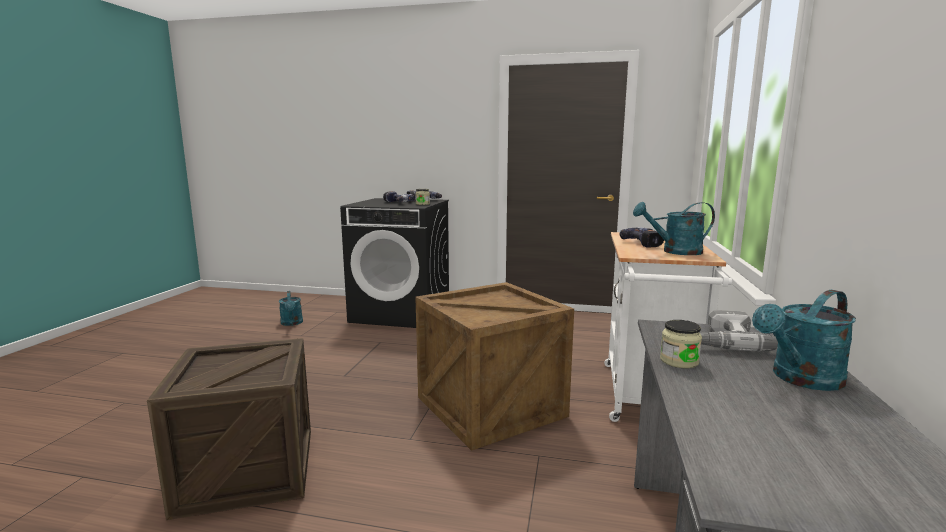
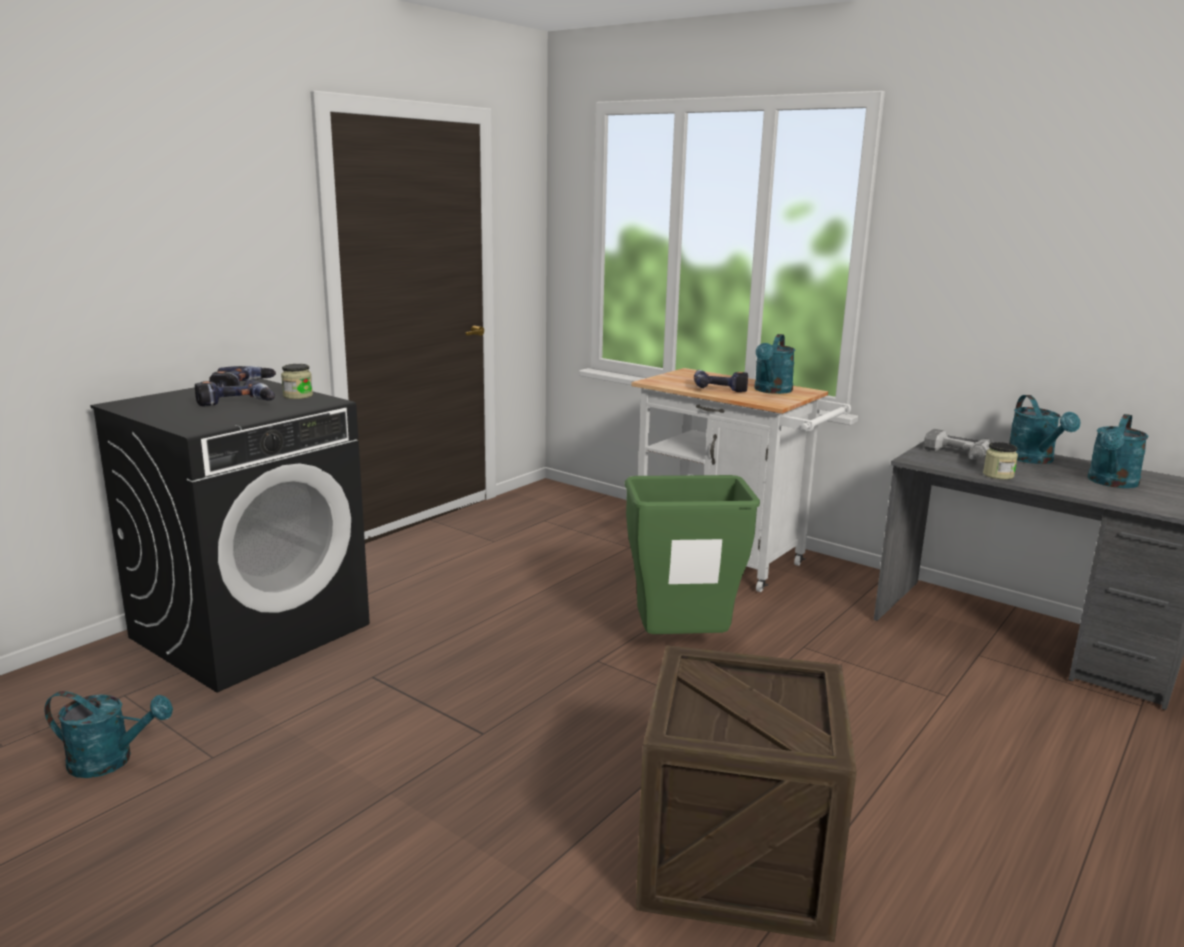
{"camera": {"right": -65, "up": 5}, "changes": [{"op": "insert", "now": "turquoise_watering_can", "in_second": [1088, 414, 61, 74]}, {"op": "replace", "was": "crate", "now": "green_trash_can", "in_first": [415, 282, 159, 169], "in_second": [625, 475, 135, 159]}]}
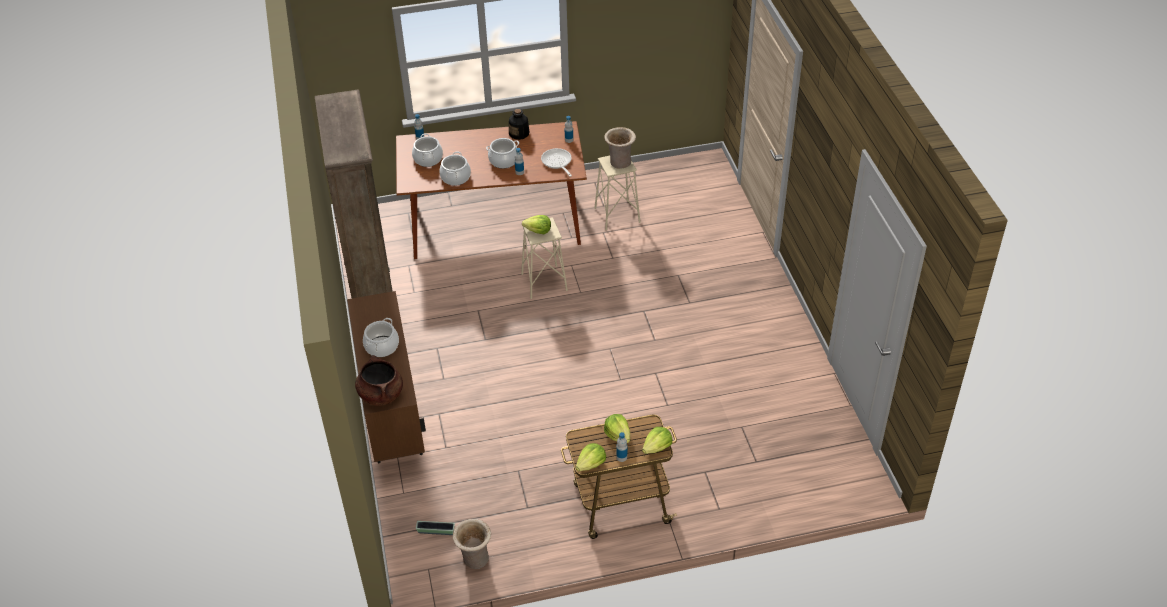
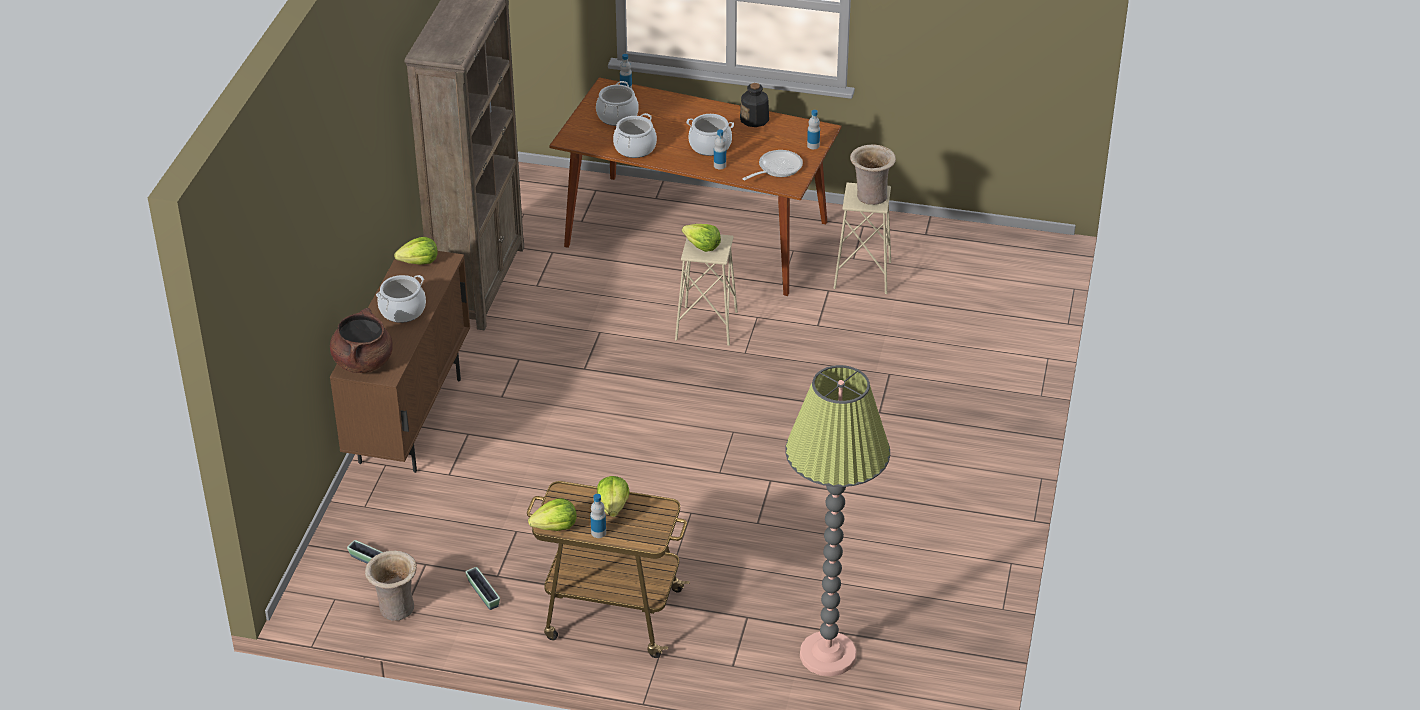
{"camera": {"right": 25, "up": -5}, "changes": [{"op": "insert", "now": "planter", "in_second": [465, 567, 35, 43]}, {"op": "insert", "now": "floor_lamp", "in_second": [785, 365, 105, 311]}, {"op": "move", "was": "lettuce", "in_first": [642, 427, 31, 27], "in_second": [394, 237, 44, 28]}, {"op": "rotate", "was": "frying_pan", "in_first": [541, 148, 31, 29], "in_second": [742, 150, 61, 31], "clockwise": 45}]}
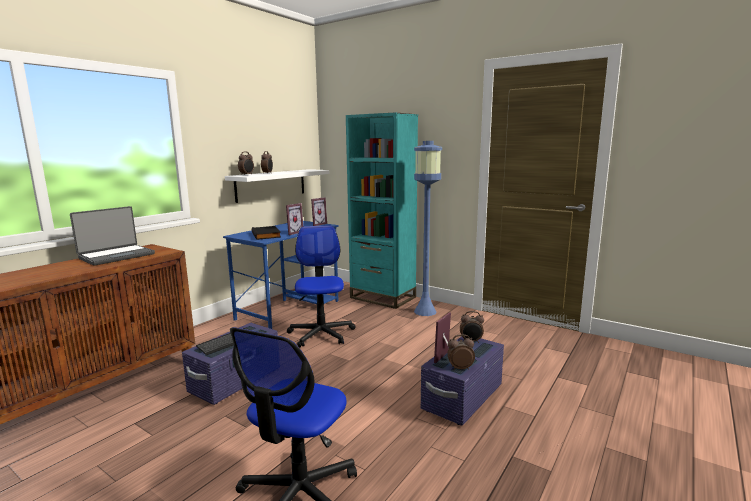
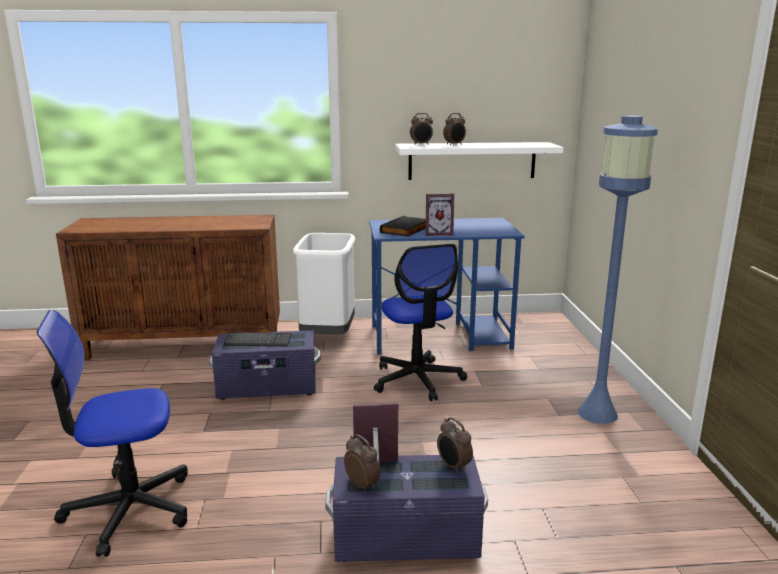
{"camera": {"right": 50, "up": 5}, "changes": [{"op": "delete", "was": "laptop", "in_first": [70, 206, 85, 60]}, {"op": "delete", "was": "picture_frame", "in_first": [311, 197, 16, 29]}, {"op": "delete", "was": "turquoise_bookcase", "in_first": [346, 112, 72, 197]}, {"op": "insert", "now": "white_trash_can", "in_second": [293, 233, 62, 102]}, {"op": "rotate", "was": "office_chair", "in_first": [287, 225, 69, 123], "in_second": [374, 244, 93, 157], "clockwise": 120}]}
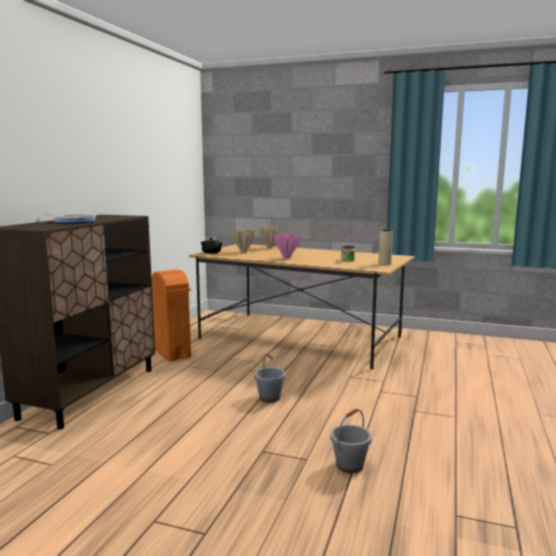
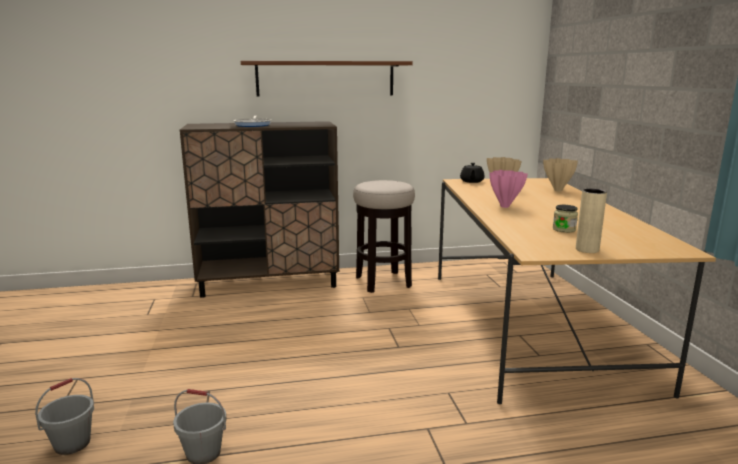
{"camera": {"right": 60, "up": 5}, "changes": [{"op": "insert", "now": "brown_shelf", "in_second": [241, 61, 172, 36]}, {"op": "move", "was": "grey_bucket", "in_first": [254, 353, 31, 49], "in_second": [35, 378, 59, 77]}, {"op": "replace", "was": "orange_trash_can", "now": "stool", "in_first": [152, 269, 39, 93], "in_second": [353, 180, 62, 113]}]}
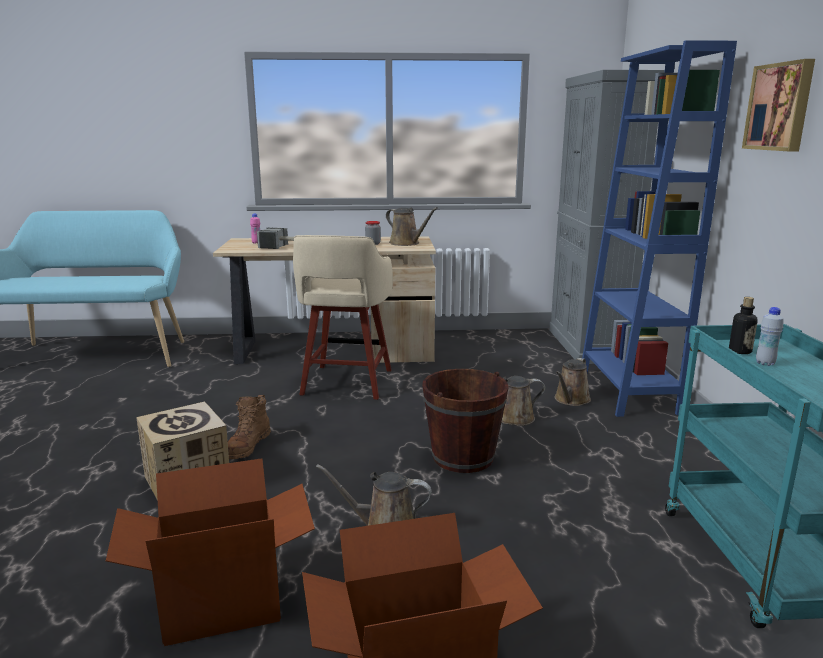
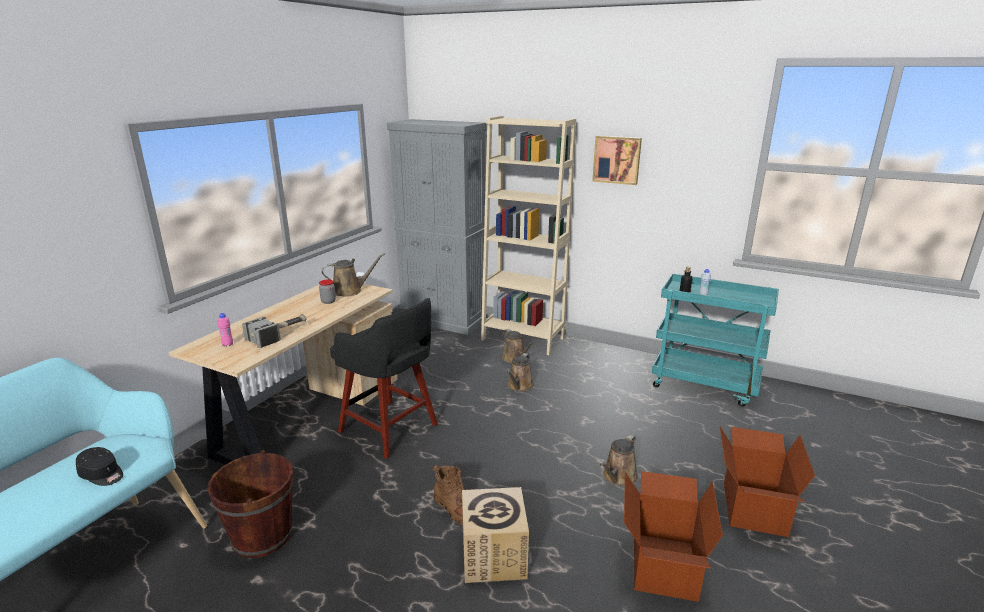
{"camera": {"right": -60, "up": 5}, "changes": [{"op": "insert", "now": "black_cap", "in_second": [76, 447, 47, 39]}, {"op": "move", "was": "brown_bucket", "in_first": [422, 369, 87, 104], "in_second": [207, 450, 86, 108]}, {"op": "recolor", "was": "beige_stool", "now": "black_stool", "in_first": [293, 235, 100, 165], "in_second": [330, 298, 108, 161]}, {"op": "recolor", "was": "blue_bookcase", "now": "beige_bookcase", "in_first": [582, 40, 155, 377], "in_second": [481, 116, 95, 239]}]}
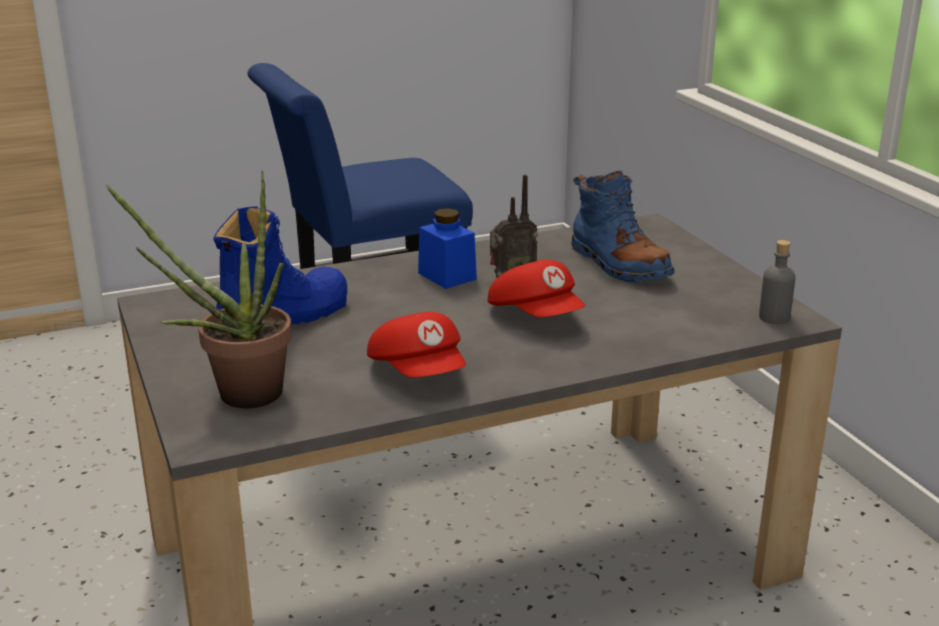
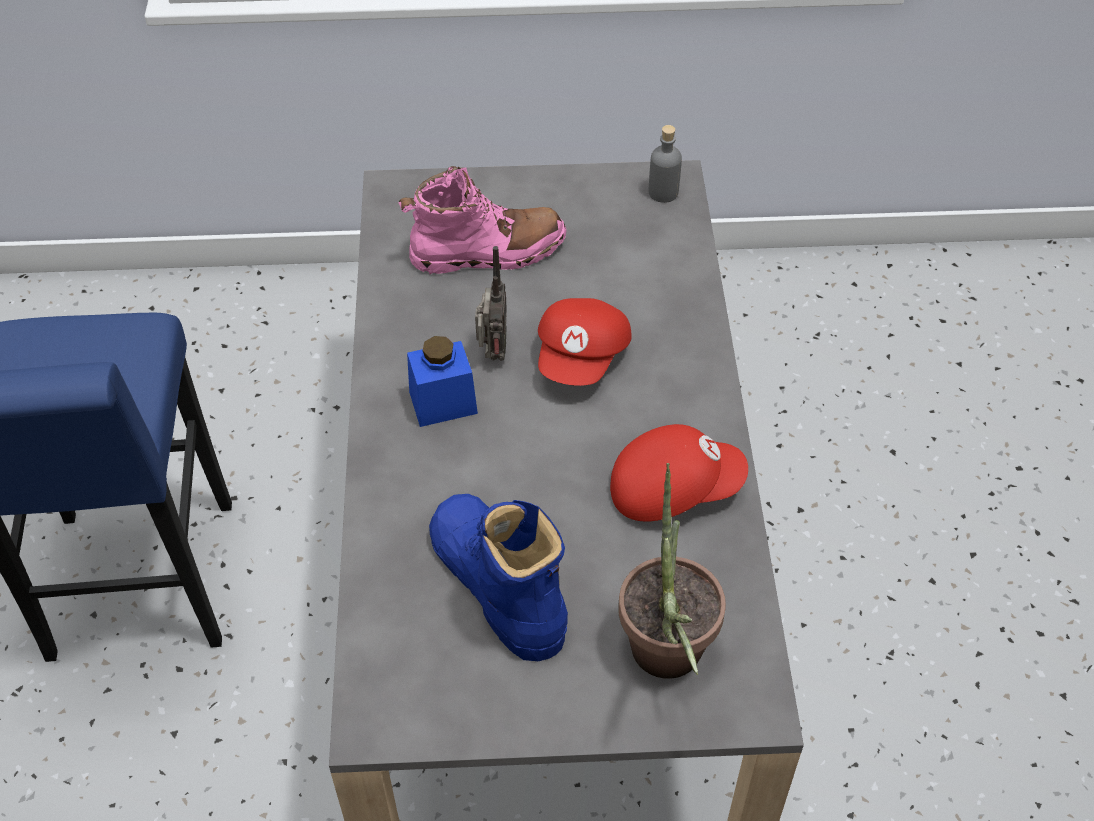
{"camera": {"right": -70, "up": 25}, "changes": [{"op": "recolor", "was": "blue_boot", "now": "pink_boot", "in_first": [571, 171, 104, 111], "in_second": [398, 166, 168, 108]}, {"op": "rotate", "was": "red_cap", "in_first": [488, 260, 97, 57], "in_second": [538, 298, 94, 88], "clockwise": 120}]}
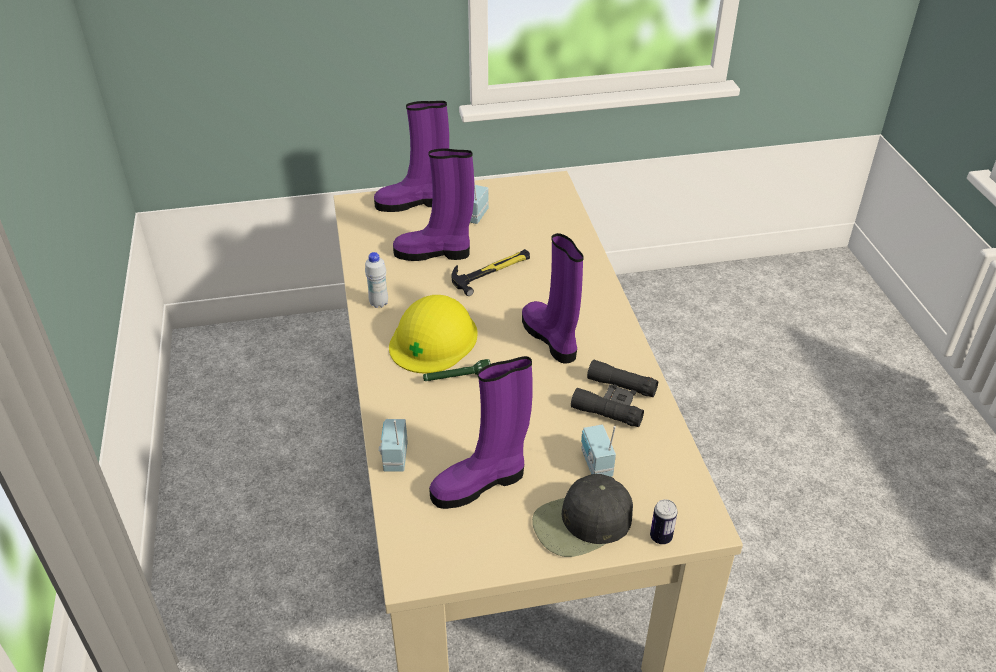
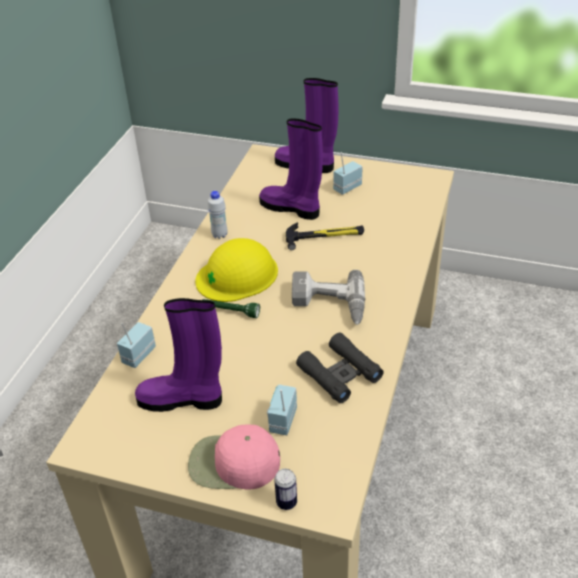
{"camera": {"right": 30, "up": 0}, "changes": [{"op": "replace", "was": "purple_boot", "now": "power_drill", "in_first": [522, 233, 62, 131], "in_second": [292, 270, 73, 55]}, {"op": "recolor", "was": "black_cap", "now": "pink_cap", "in_first": [532, 474, 101, 83], "in_second": [188, 425, 92, 65]}]}
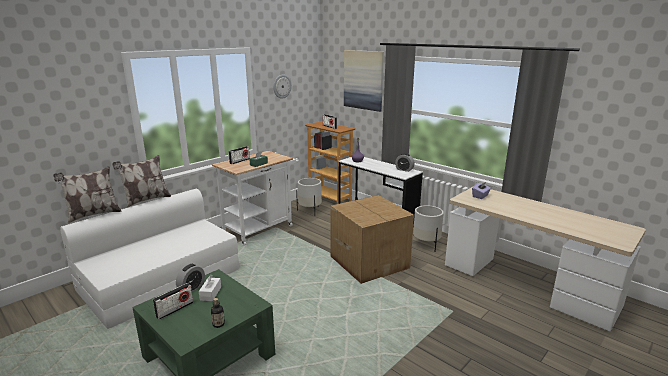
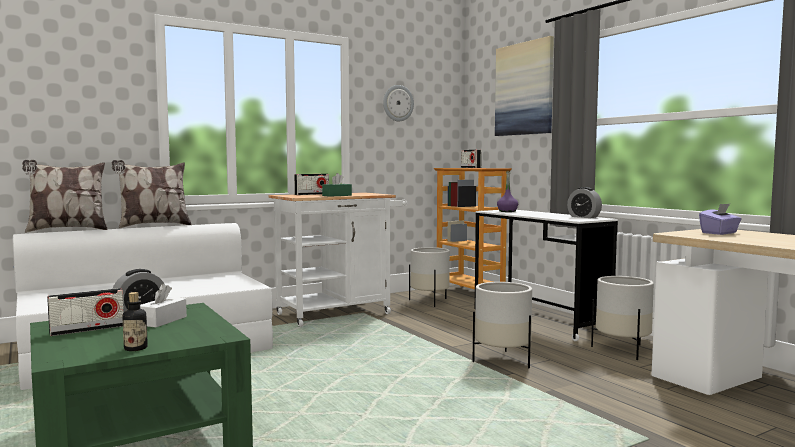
{"camera": {"right": 15, "up": -15}, "changes": [{"op": "replace", "was": "cardboard_box", "now": "white_planter", "in_first": [330, 195, 84, 89], "in_second": [473, 282, 59, 86]}]}
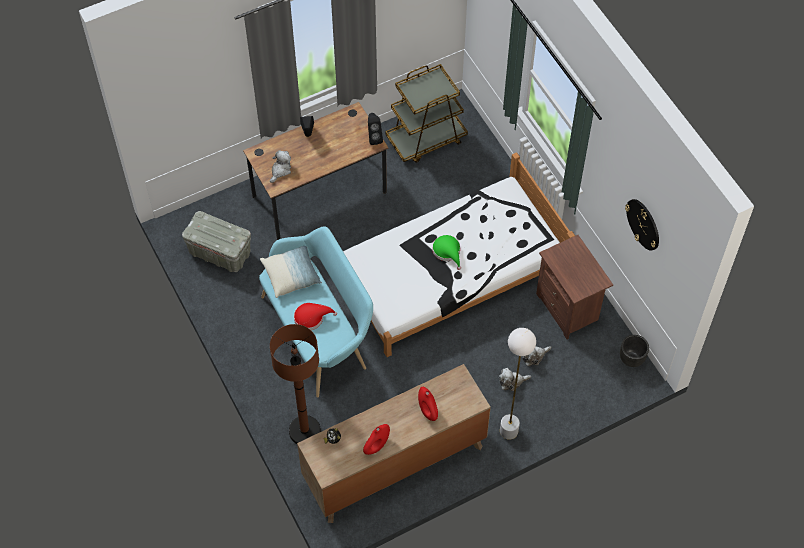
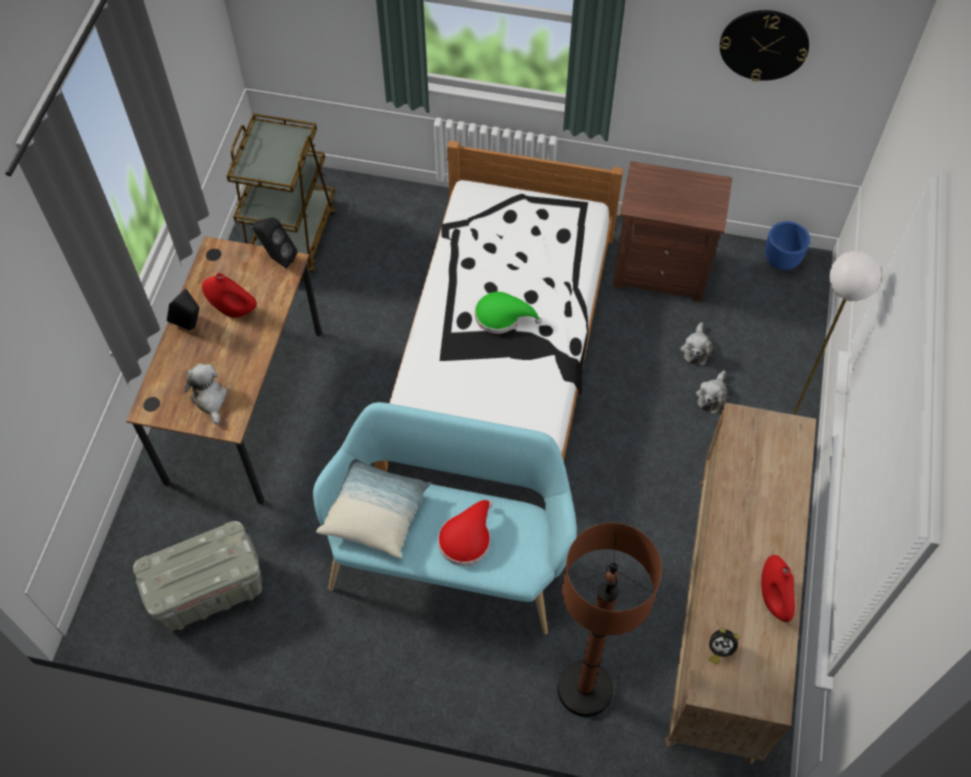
{"camera": {"right": -50, "up": 0}, "changes": [{"op": "move", "was": "red_vase", "in_first": [418, 387, 20, 34], "in_second": [202, 273, 55, 45]}, {"op": "recolor", "was": "black_planter", "now": "blue_planter", "in_first": [620, 335, 29, 32], "in_second": [765, 221, 45, 49]}]}
